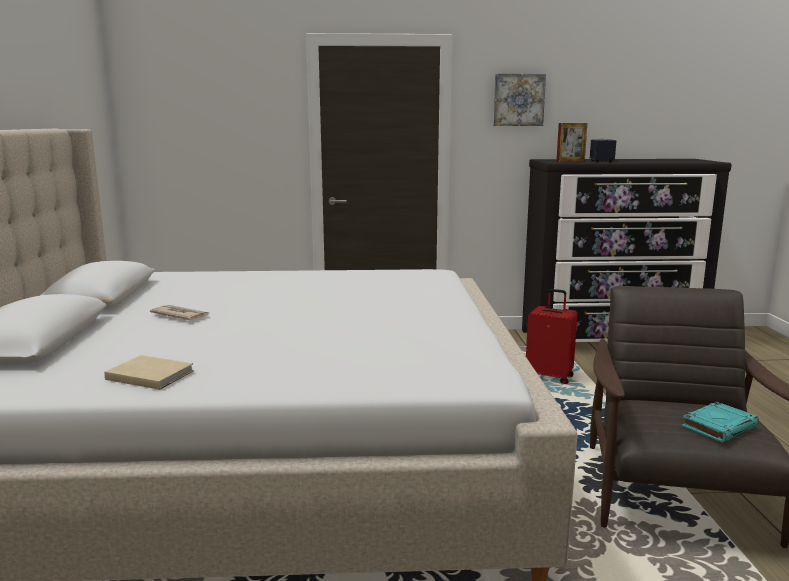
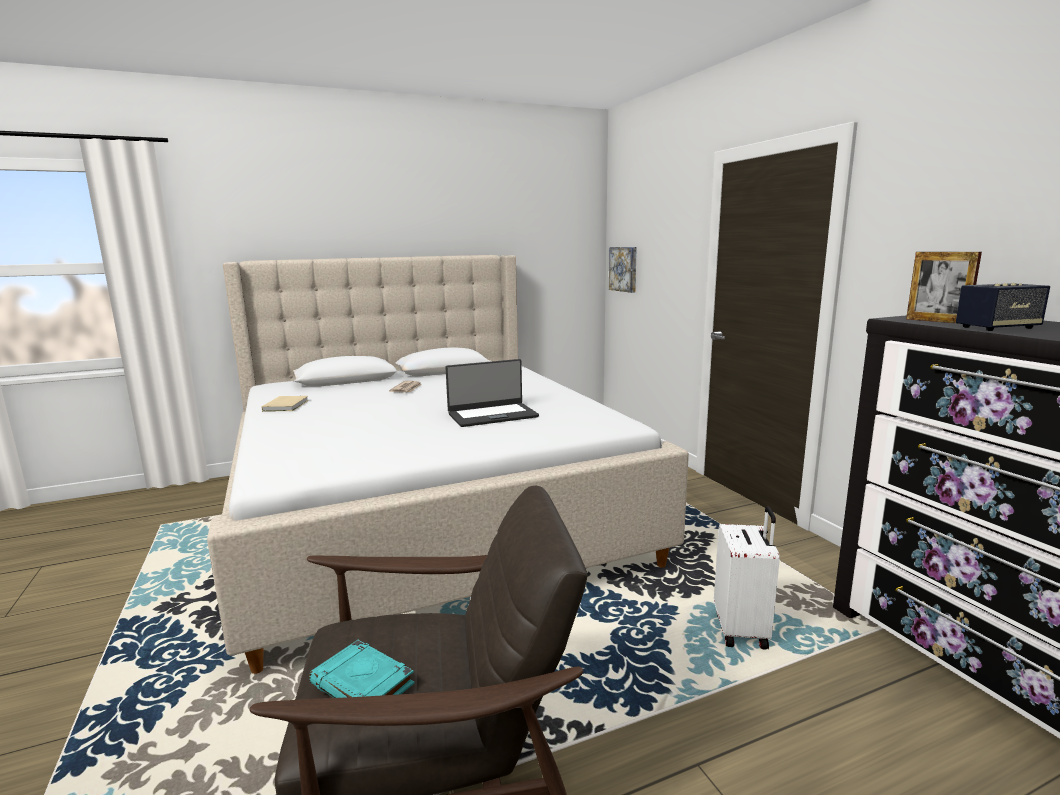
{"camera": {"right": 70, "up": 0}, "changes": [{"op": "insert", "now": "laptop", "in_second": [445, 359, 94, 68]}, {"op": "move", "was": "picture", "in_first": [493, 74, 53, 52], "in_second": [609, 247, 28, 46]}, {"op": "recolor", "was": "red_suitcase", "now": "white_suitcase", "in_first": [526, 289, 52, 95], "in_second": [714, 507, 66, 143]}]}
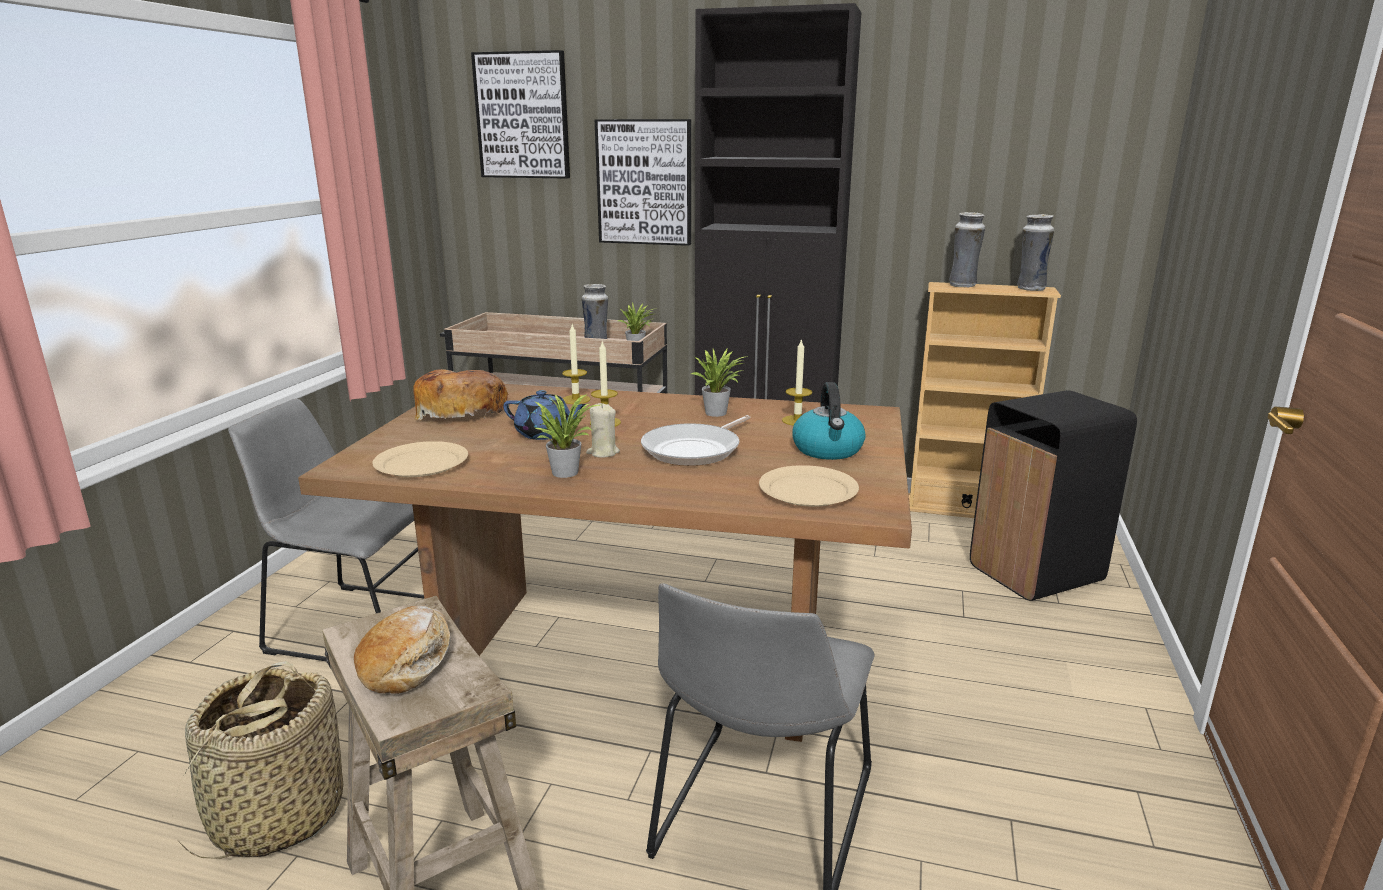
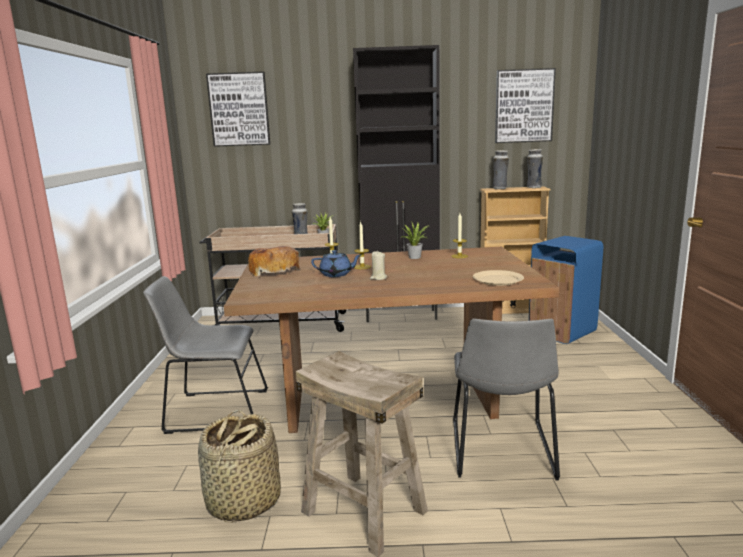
{"camera": {"right": -15, "up": -5}, "changes": [{"op": "delete", "was": "bread", "in_first": [354, 605, 97, 89]}, {"op": "delete", "was": "beige_plate", "in_first": [372, 441, 96, 36]}, {"op": "delete", "was": "potted_plant", "in_first": [531, 394, 69, 84]}, {"op": "delete", "was": "frying_pan", "in_first": [641, 415, 110, 51]}, {"op": "delete", "was": "kettle", "in_first": [792, 382, 74, 78]}, {"op": "move", "was": "picture", "in_first": [595, 119, 96, 127], "in_second": [495, 68, 61, 75]}, {"op": "recolor", "was": "black_trash_can", "now": "blue_trash_can", "in_first": [970, 390, 167, 211], "in_second": [529, 236, 74, 108]}]}
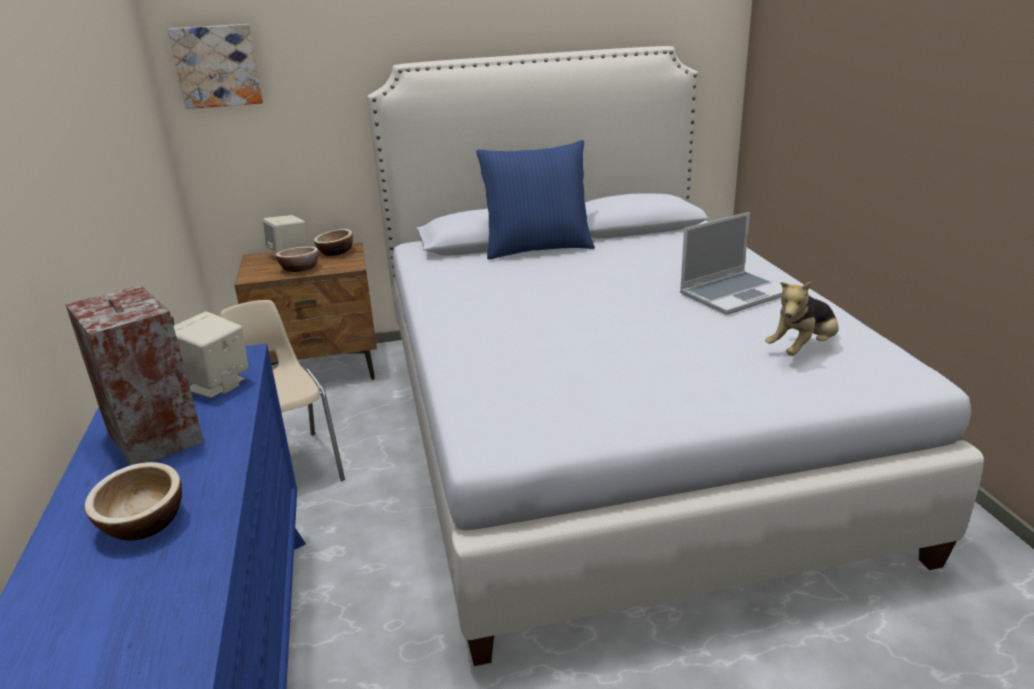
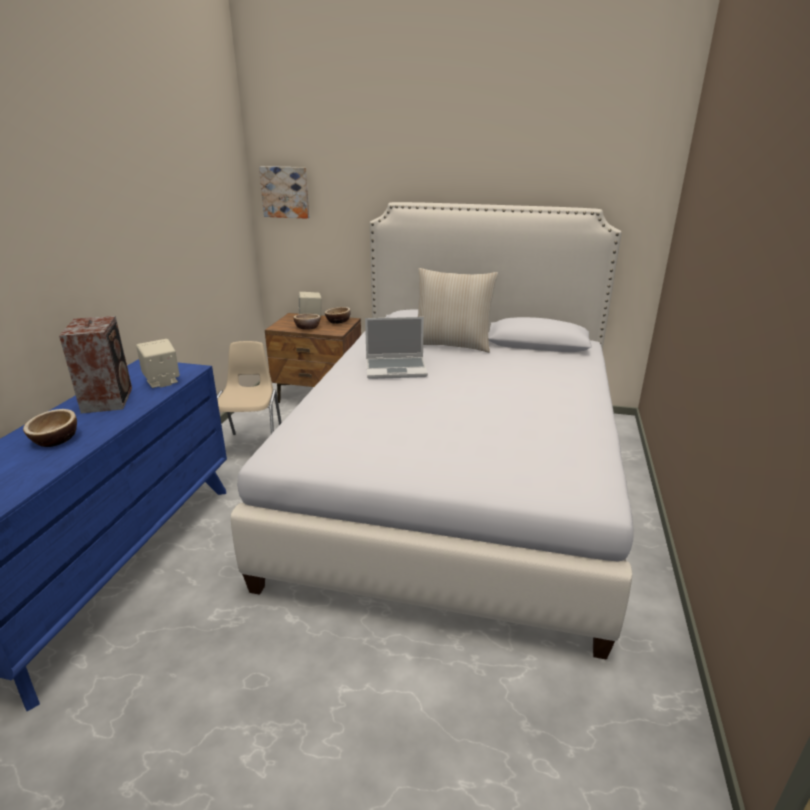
{"camera": {"right": 25, "up": 0}, "changes": [{"op": "delete", "was": "plush_toy", "in_first": [765, 282, 74, 73]}, {"op": "move", "was": "laptop", "in_first": [680, 212, 102, 103], "in_second": [365, 317, 63, 62]}, {"op": "recolor", "was": "blue_pillow", "now": "beige_pillow", "in_first": [476, 140, 119, 120], "in_second": [418, 268, 80, 85]}]}
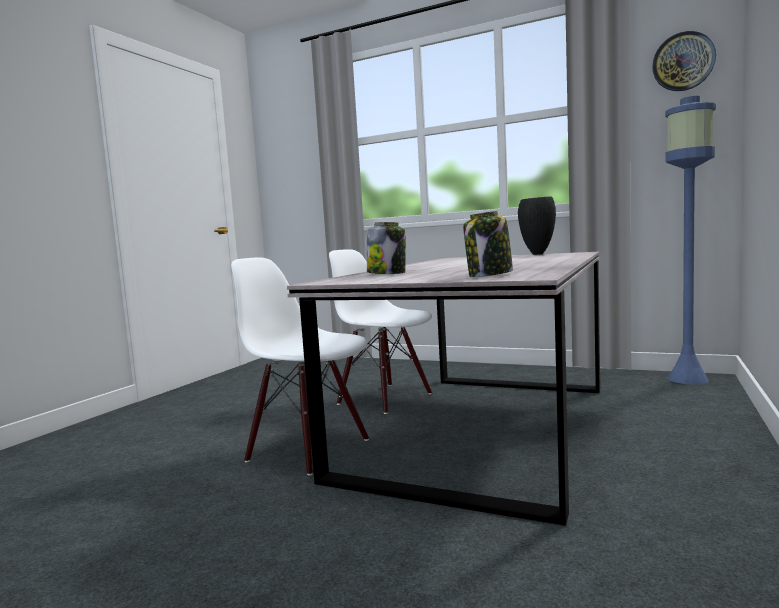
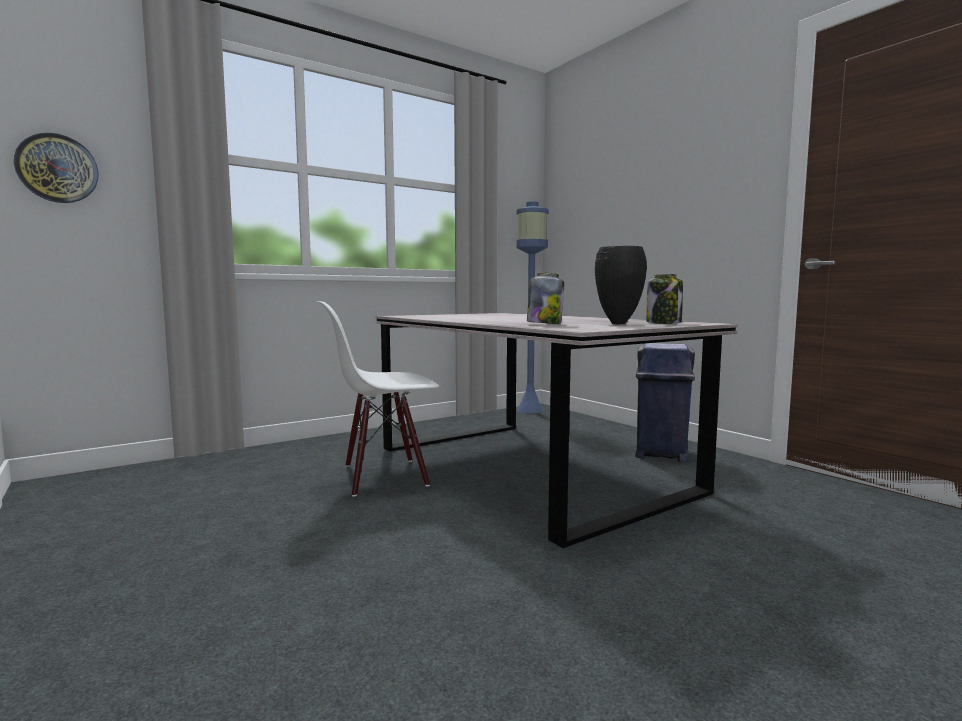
{"camera": {"right": -60, "up": 0}, "changes": [{"op": "delete", "was": "white_chair", "in_first": [231, 257, 138, 219]}, {"op": "insert", "now": "blue_trash_can", "in_second": [635, 343, 60, 119]}, {"op": "move", "was": "black_vase", "in_first": [518, 196, 38, 59], "in_second": [595, 246, 52, 79]}, {"op": "move", "was": "wall_clock", "in_first": [652, 31, 64, 60], "in_second": [14, 133, 85, 70]}]}
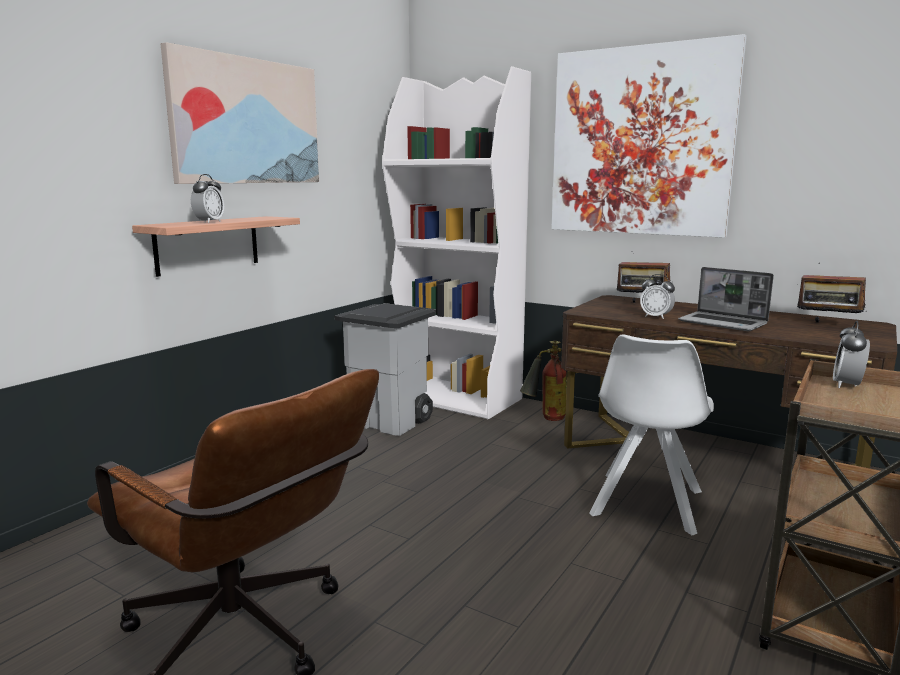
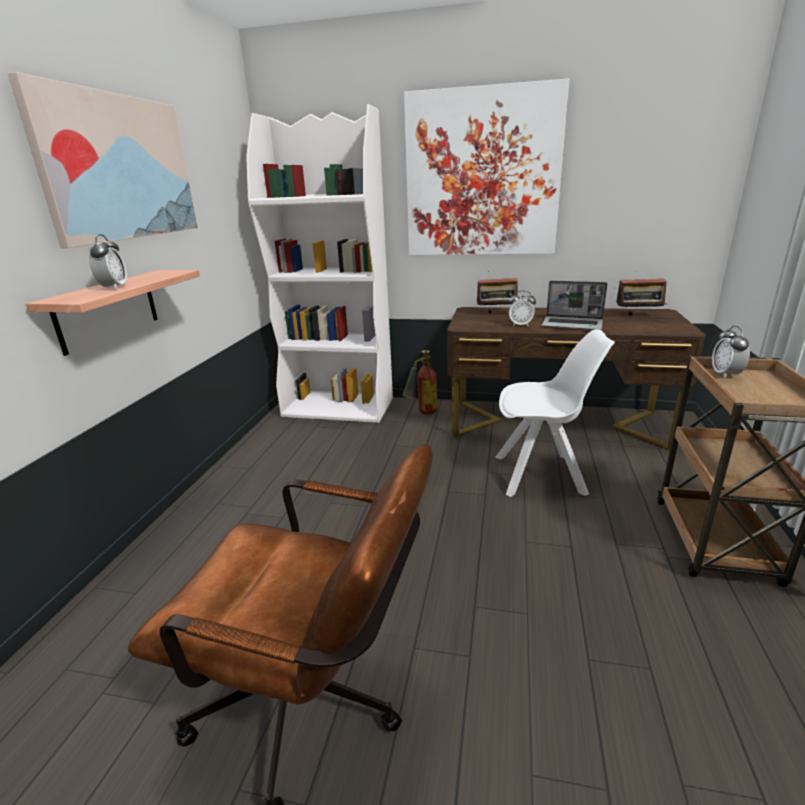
{"camera": {"right": -20, "up": 10}, "changes": [{"op": "delete", "was": "grey_trash_can", "in_first": [334, 303, 102, 133]}, {"op": "rotate", "was": "white_chair", "in_first": [589, 334, 125, 201], "in_second": [496, 329, 119, 168], "clockwise": -90}]}
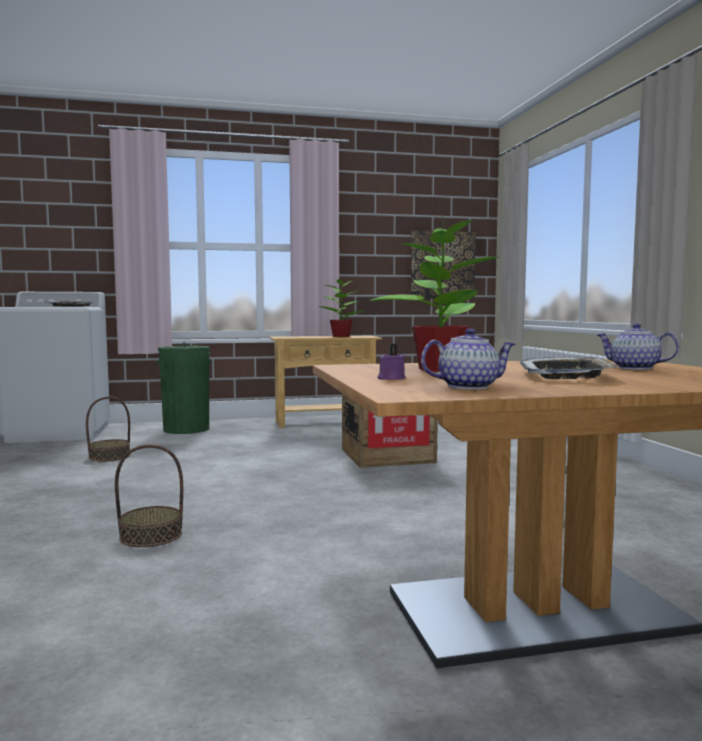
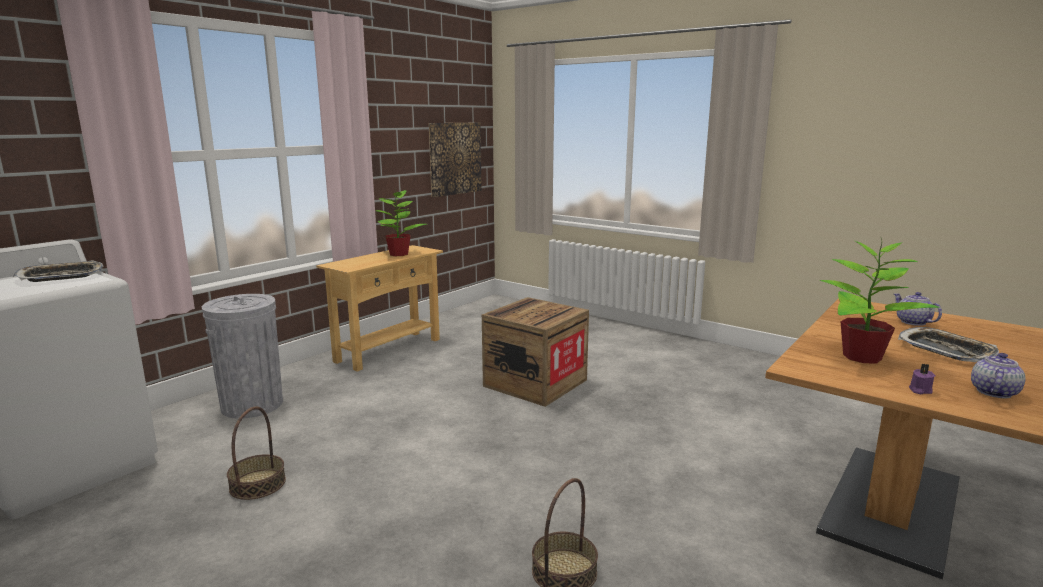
{"camera": {"right": -40, "up": 10}, "changes": [{"op": "recolor", "was": "green_trash_can", "now": "grey_trash_can", "in_first": [156, 342, 56, 92], "in_second": [202, 294, 81, 125]}, {"op": "rotate", "was": "teapot", "in_first": [597, 323, 82, 47], "in_second": [894, 292, 48, 34], "clockwise": 75}]}
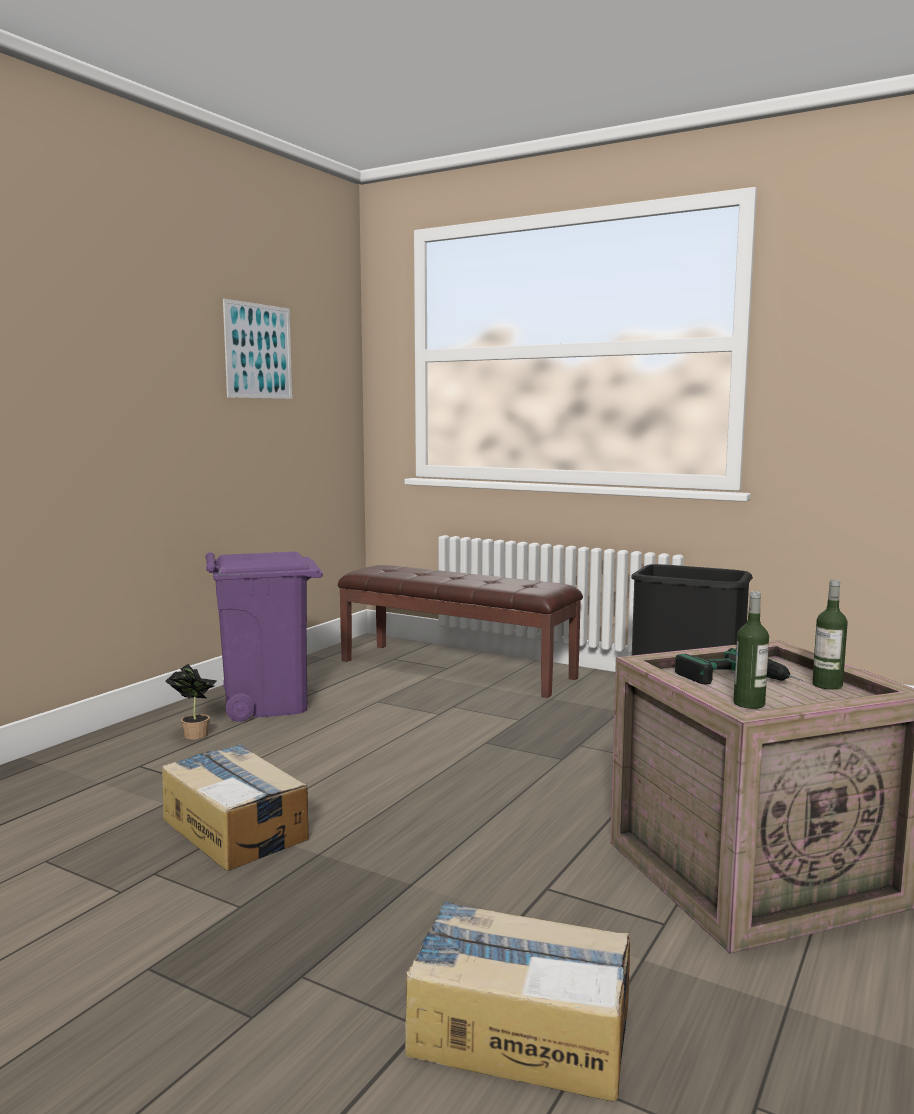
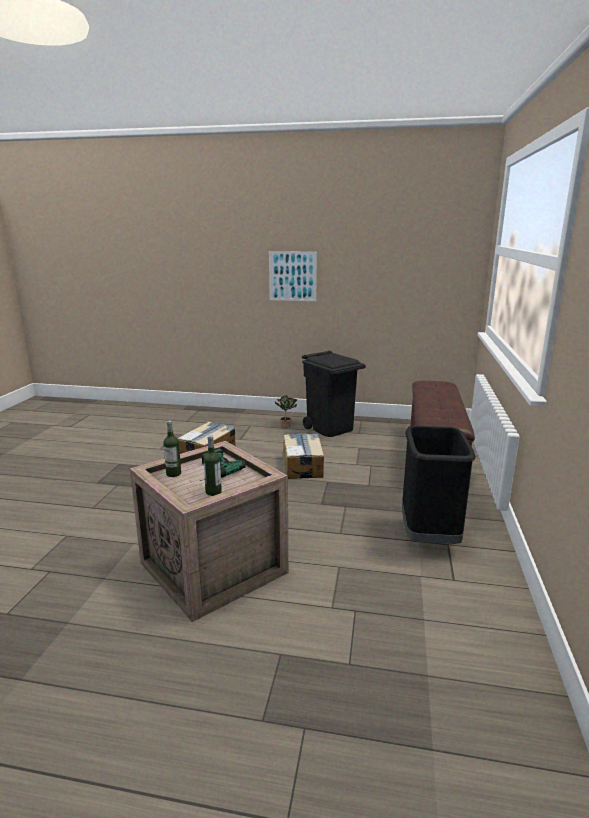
{"camera": {"right": 70, "up": 10}, "changes": [{"op": "move", "was": "picture", "in_first": [223, 299, 69, 100], "in_second": [269, 251, 48, 50]}, {"op": "move", "was": "cardboard_box", "in_first": [405, 901, 225, 201], "in_second": [283, 433, 41, 46]}, {"op": "recolor", "was": "purple_trash_can", "now": "black_trash_can", "in_first": [205, 552, 118, 170], "in_second": [302, 351, 64, 86]}]}
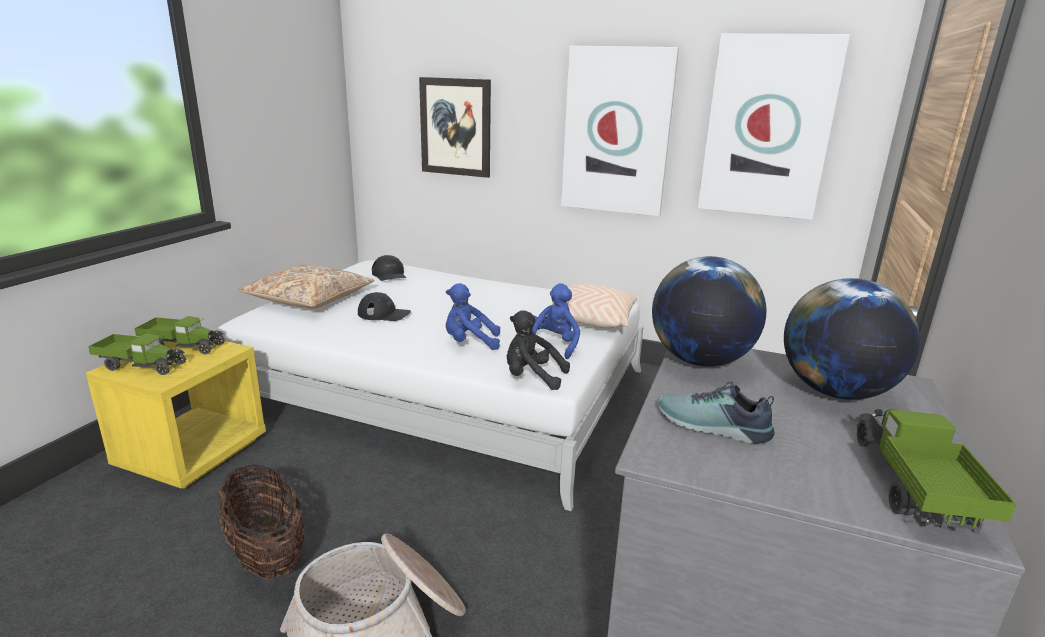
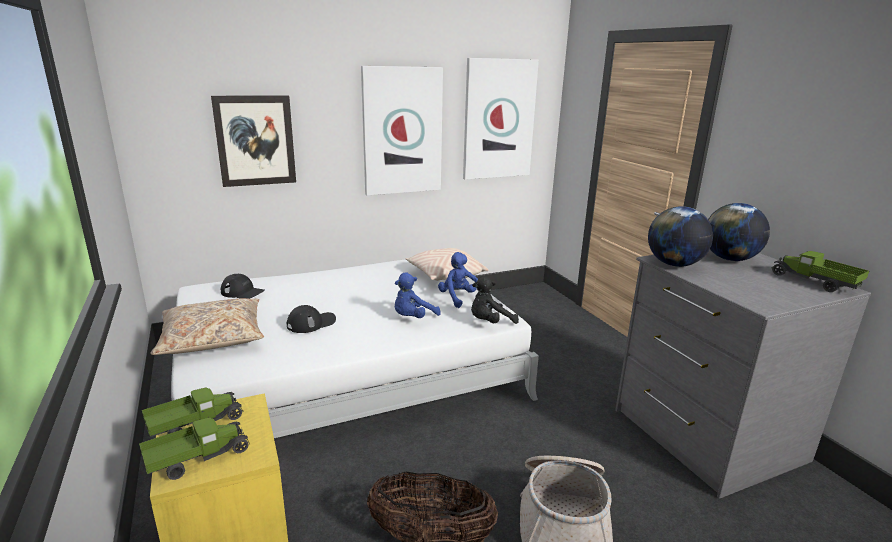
{"camera": {"right": -45, "up": 0}, "changes": [{"op": "delete", "was": "shoe", "in_first": [658, 381, 116, 63]}]}
